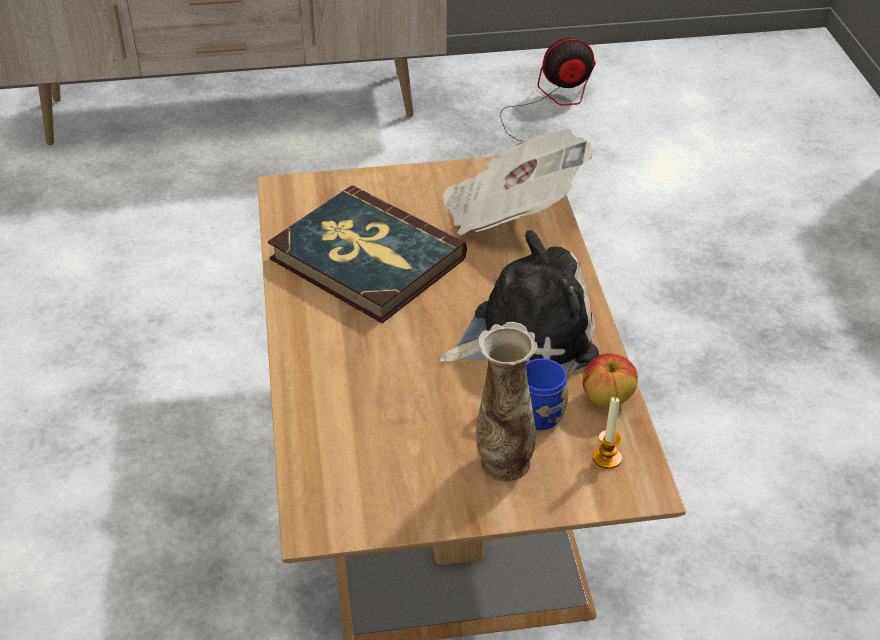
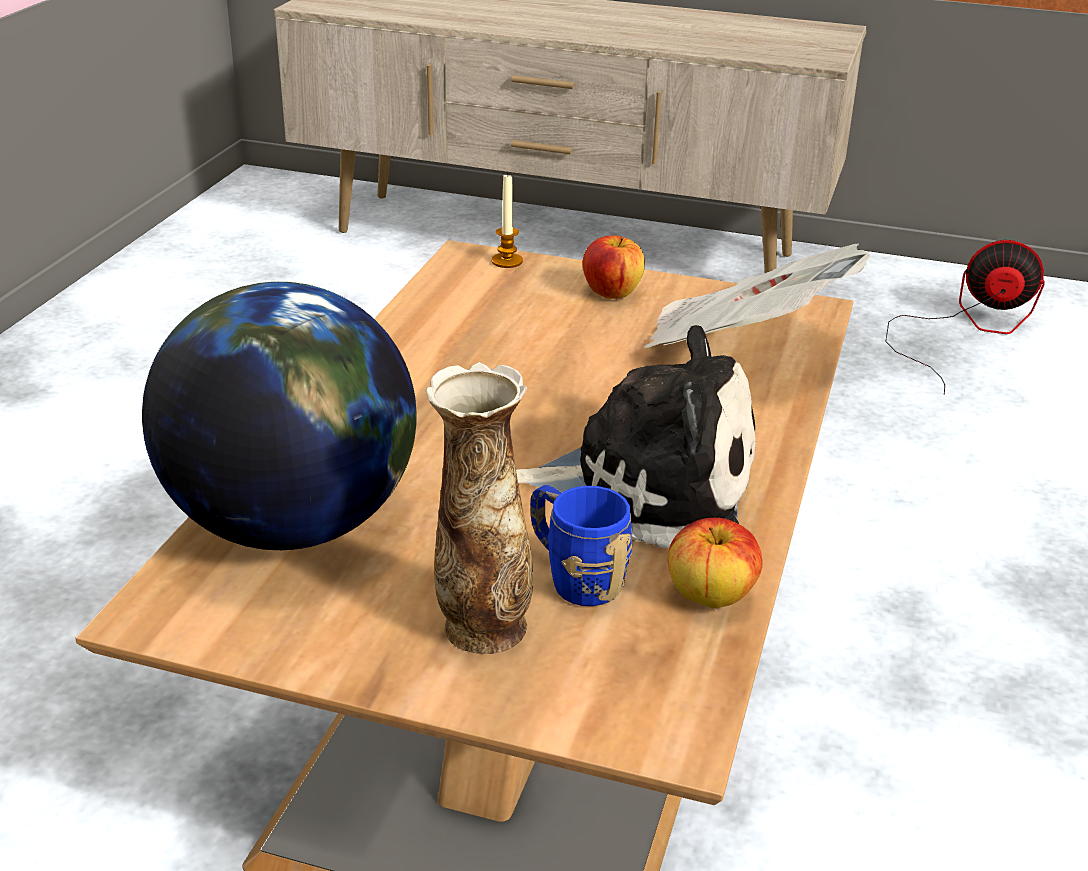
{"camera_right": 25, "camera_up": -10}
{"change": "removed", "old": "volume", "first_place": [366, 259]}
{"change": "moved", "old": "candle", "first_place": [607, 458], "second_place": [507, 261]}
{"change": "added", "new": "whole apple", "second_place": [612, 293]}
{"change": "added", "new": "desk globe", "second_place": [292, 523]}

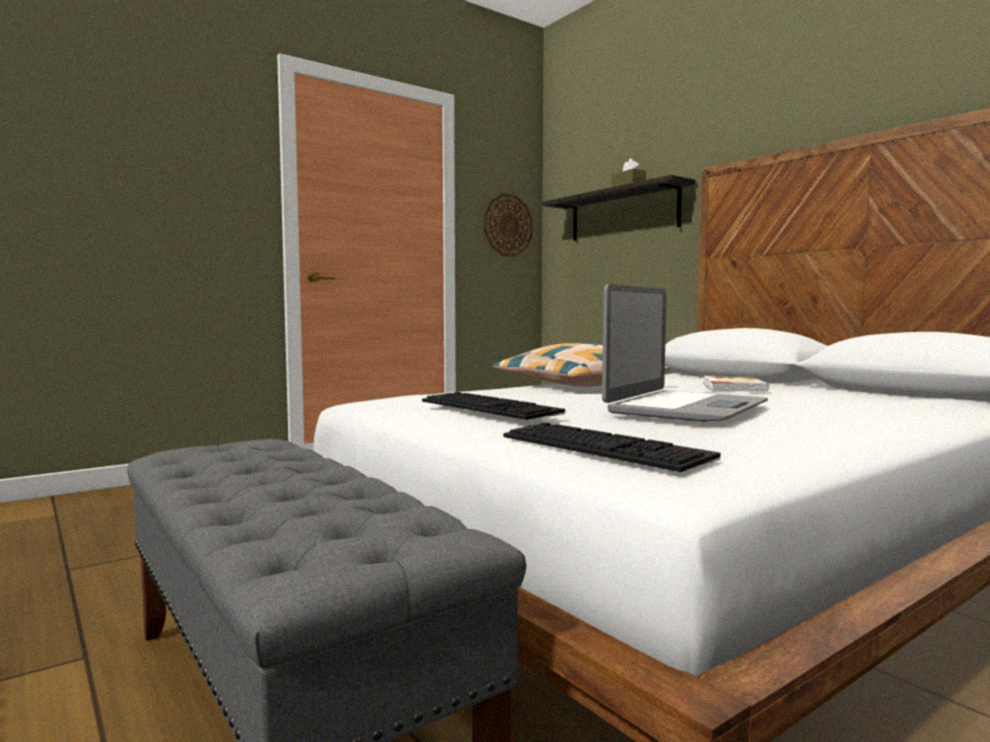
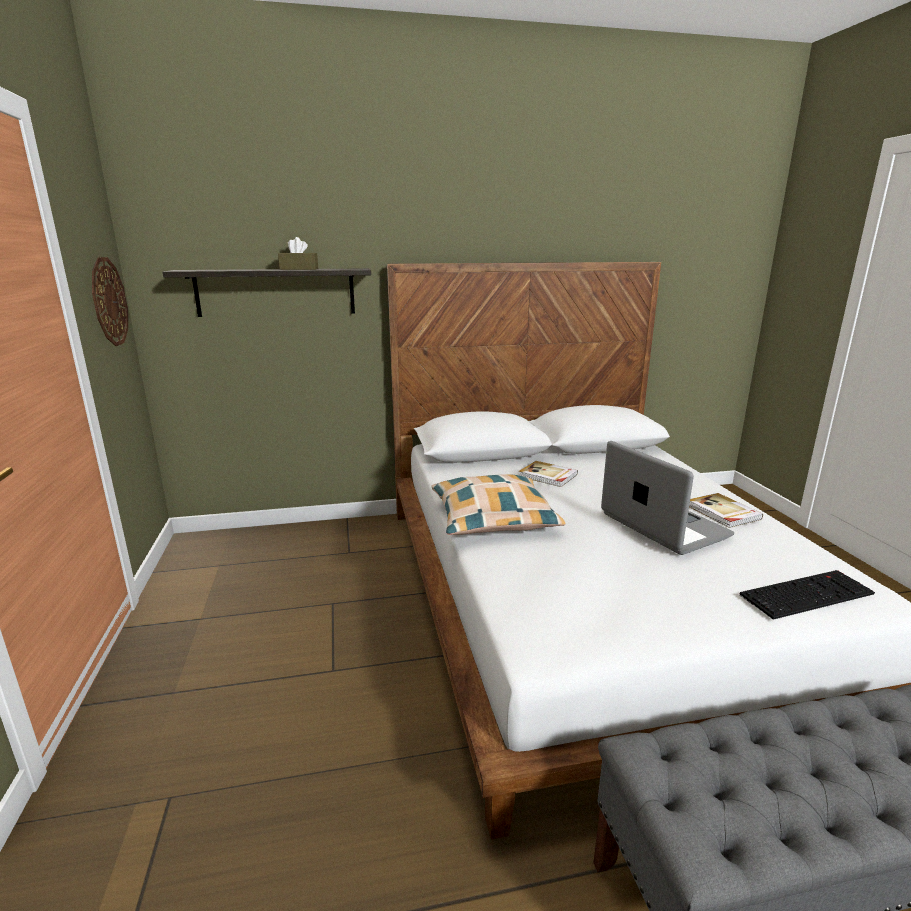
{"camera_right": -65, "camera_up": 15}
{"change": "removed", "old": "computer keyboard", "first_place": [492, 407]}
{"change": "added", "new": "volume", "second_place": [723, 512]}

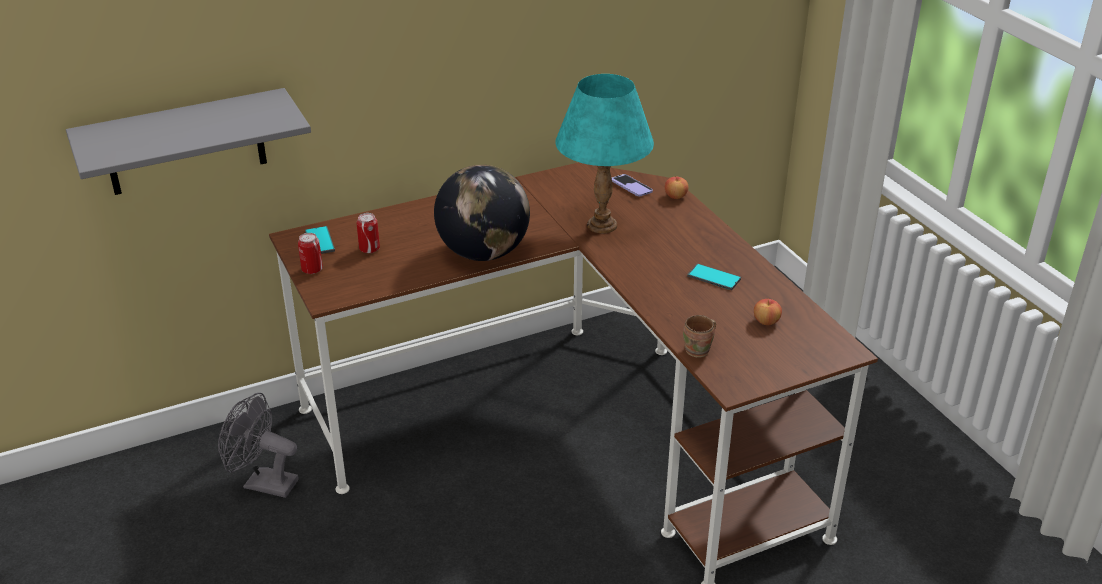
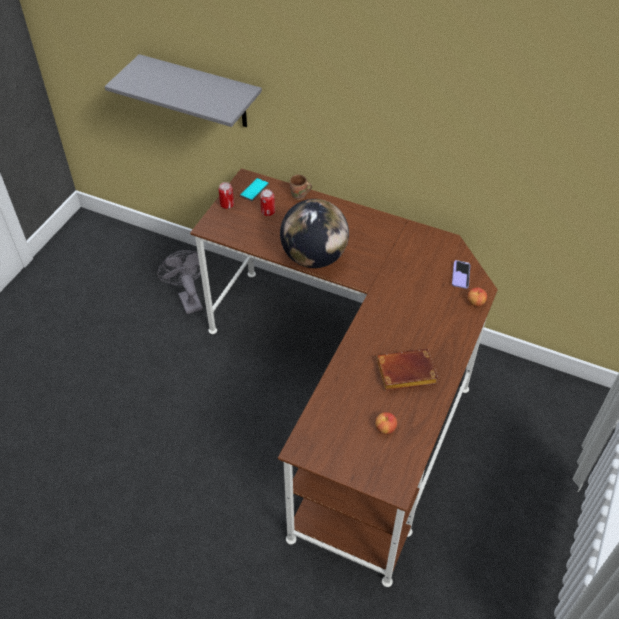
{"camera_right": 50, "camera_up": 15}
{"change": "removed", "old": "table lamp/turquoise-coloured", "first_place": [601, 225]}
{"change": "replaced", "old": "handset", "new": "volume/brown", "first_place": [714, 277], "second_place": [405, 374]}
{"change": "moved", "old": "tea mug/brown", "first_place": [699, 351], "second_place": [299, 196]}

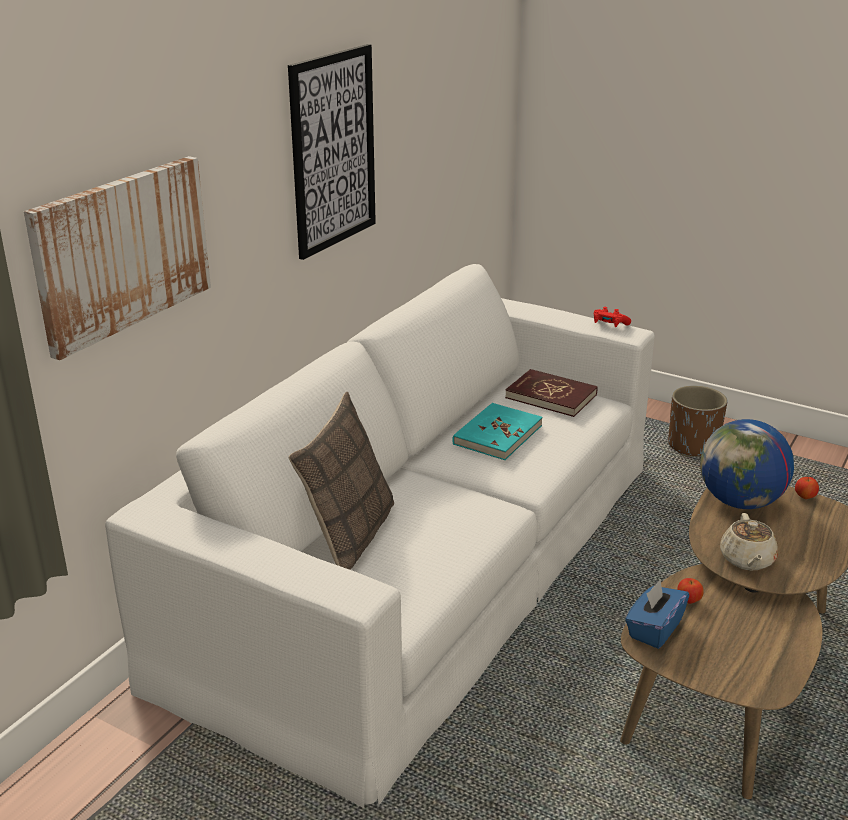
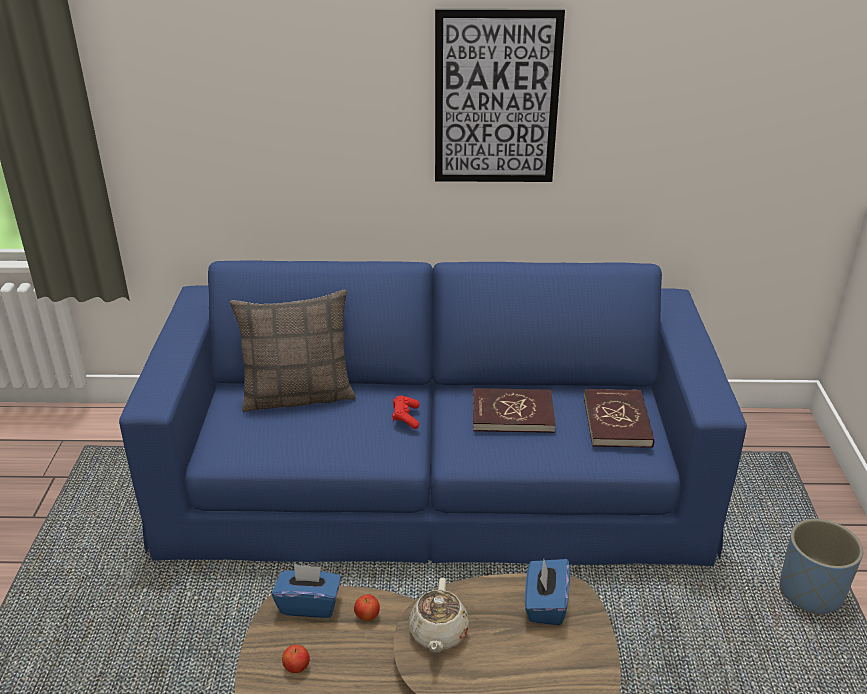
{"camera_right": 60, "camera_up": 5}
{"change": "removed", "old": "wall art", "first_place": [122, 252]}
{"change": "recoloured", "old": "settee/white", "new": "settee/blue-coloured", "first_place": [423, 562], "second_place": [434, 478]}
{"change": "moved", "old": "gamepad/reddish", "first_place": [609, 324], "second_place": [406, 417]}
{"change": "recoloured", "old": "planter/brown", "new": "planter/blue-coloured", "first_place": [693, 446], "second_place": [811, 592]}
{"change": "recoloured", "old": "volume/turquoise-coloured", "new": "volume/reddish", "first_place": [497, 435], "second_place": [512, 413]}
{"change": "replaced", "old": "desk globe", "new": "box of tissues/blue-coloured", "first_place": [740, 502], "second_place": [545, 604]}
{"change": "moved", "old": "whole apple", "first_place": [804, 497], "second_place": [296, 667]}
{"change": "turned", "old": "pot for tea/sand-coloured", "first_place": [747, 560], "second_place": [438, 633], "degrees": -60}

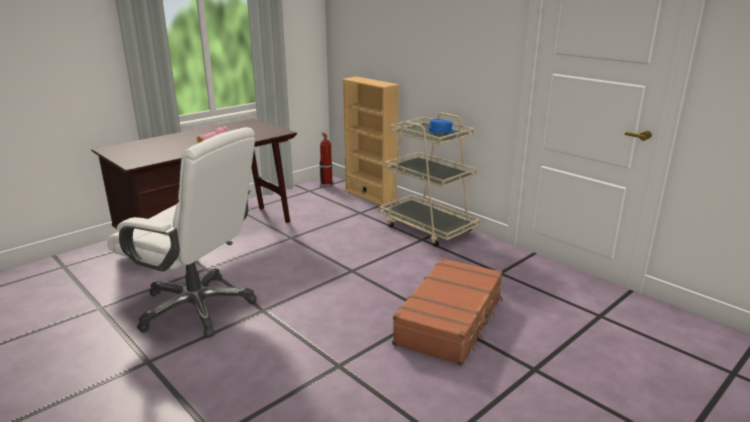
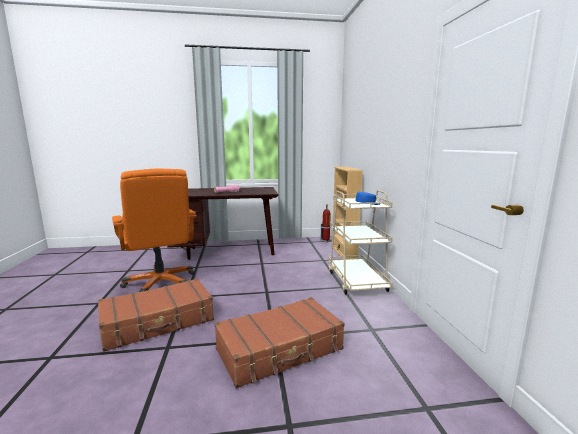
{"camera_right": 35, "camera_up": -10}
{"change": "recoloured", "old": "office chair/white", "new": "office chair/orange-coloured", "first_place": [197, 307], "second_place": [161, 284]}
{"change": "added", "new": "travel case/brown", "second_place": [158, 322]}

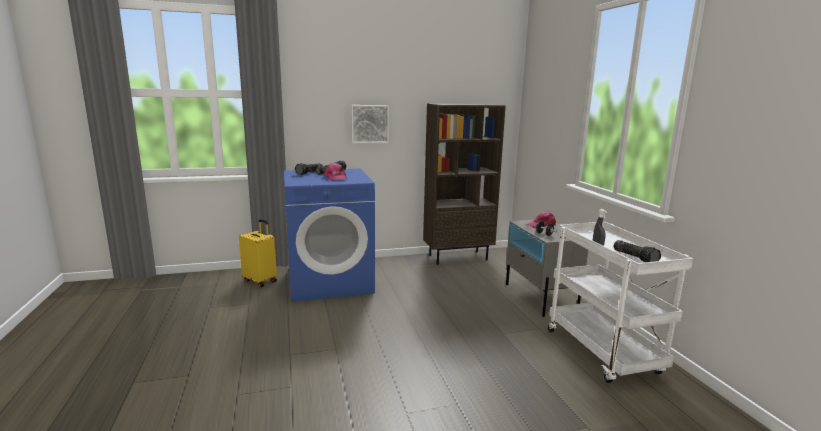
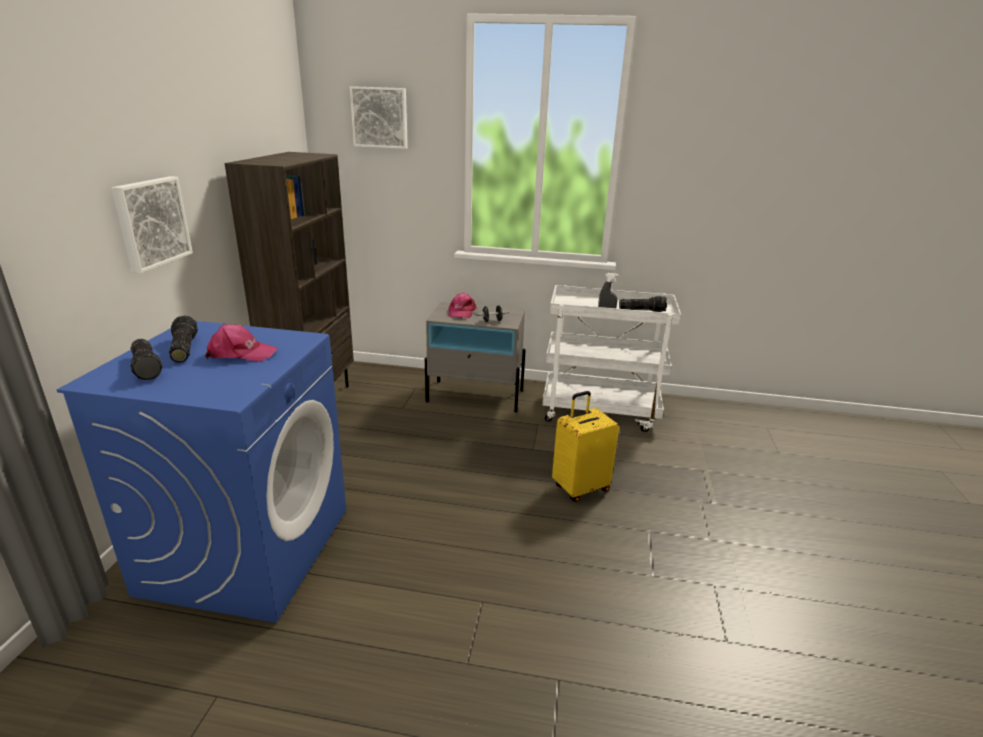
{"camera_right": -65, "camera_up": 10}
{"change": "moved", "old": "travel case/yellow", "first_place": [261, 281], "second_place": [580, 487]}
{"change": "added", "new": "wall art", "second_place": [380, 117]}

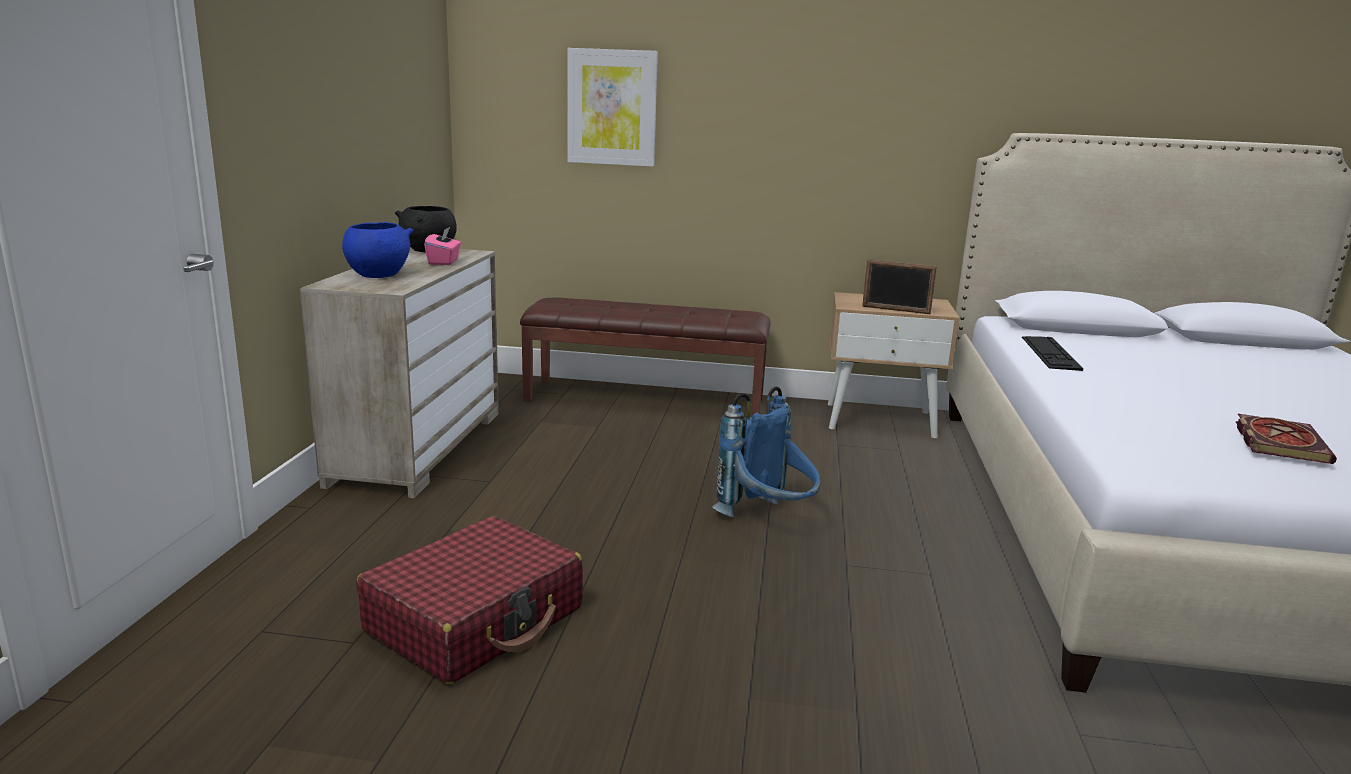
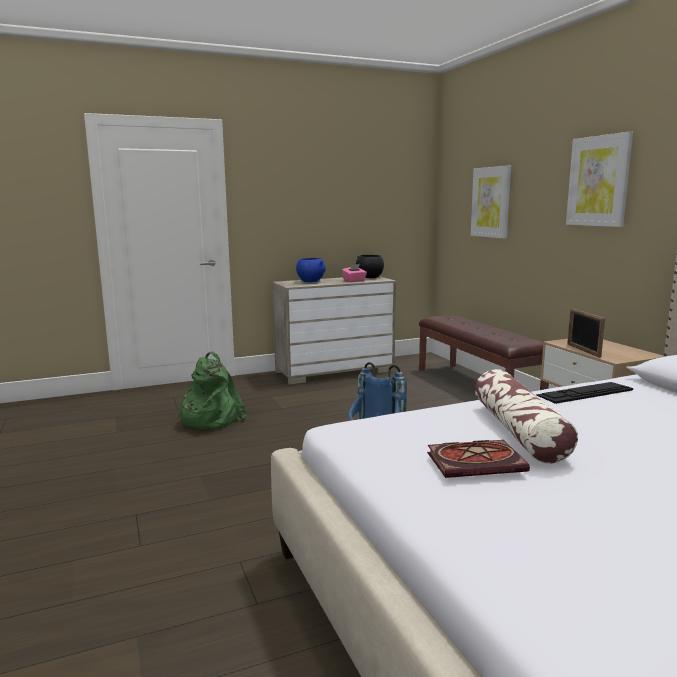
{"camera_right": 60, "camera_up": -5}
{"change": "replaced", "old": "travel case/reddish", "new": "knapsack/greenish", "first_place": [476, 620], "second_place": [209, 419]}
{"change": "added", "new": "wall art", "second_place": [598, 181]}
{"change": "added", "new": "throw pillow", "second_place": [518, 431]}

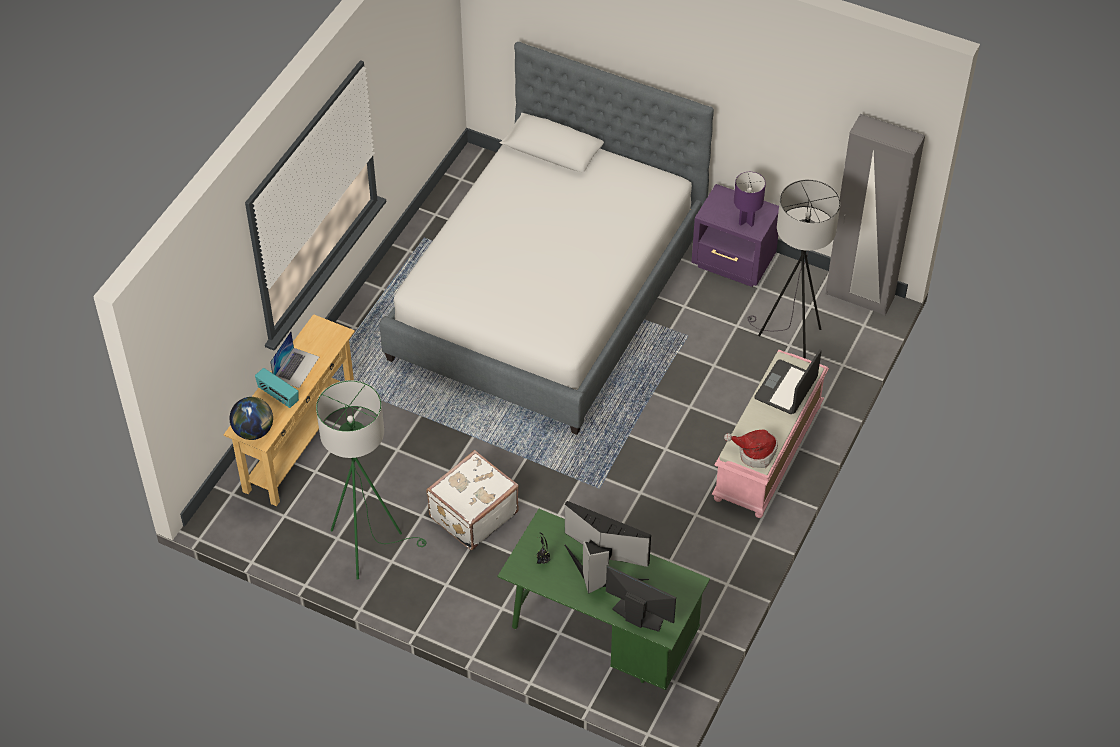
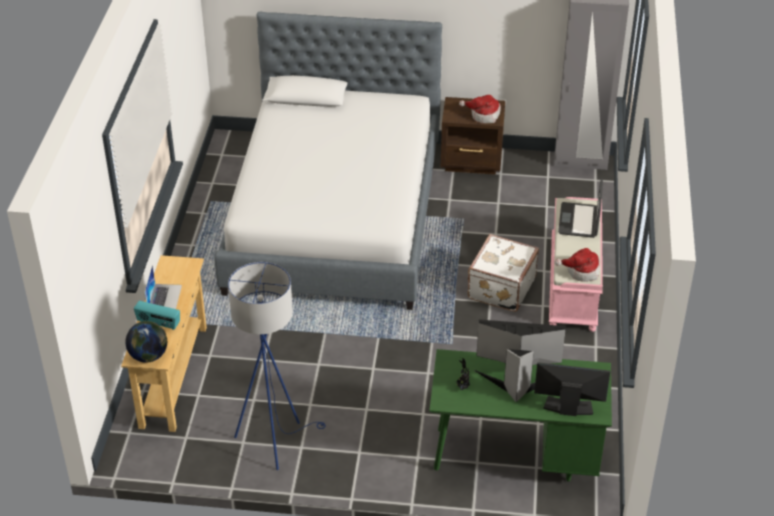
{"camera_right": -20, "camera_up": -10}
{"change": "replaced", "old": "table lamp/purplish", "new": "hat", "first_place": [746, 220], "second_place": [483, 115]}
{"change": "removed", "old": "standing lamp/greyish", "first_place": [789, 345]}
{"change": "recoloured", "old": "night table/purplish", "new": "night table/brown", "first_place": [734, 263], "second_place": [472, 162]}
{"change": "recoloured", "old": "standing lamp/greenish", "new": "standing lamp/blue-coloured", "first_place": [368, 545], "second_place": [274, 440]}
{"change": "moved", "old": "travel case/white", "first_place": [472, 514], "second_place": [500, 288]}

